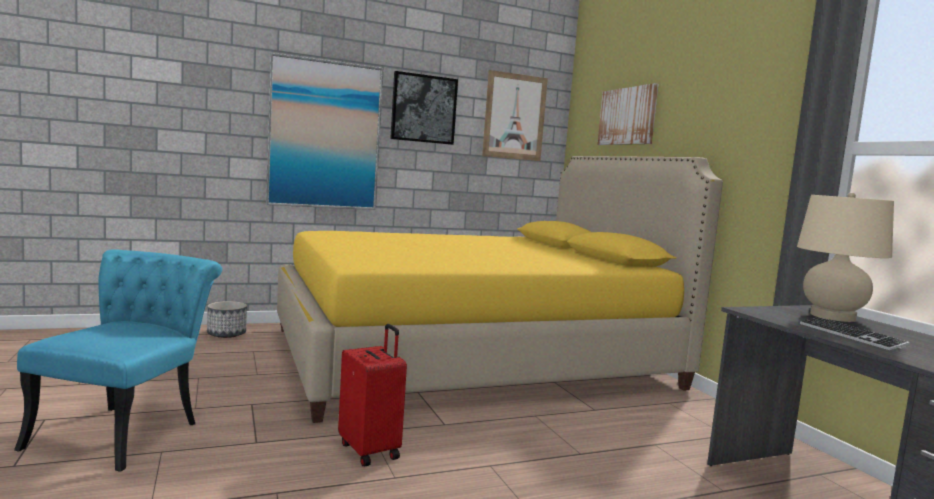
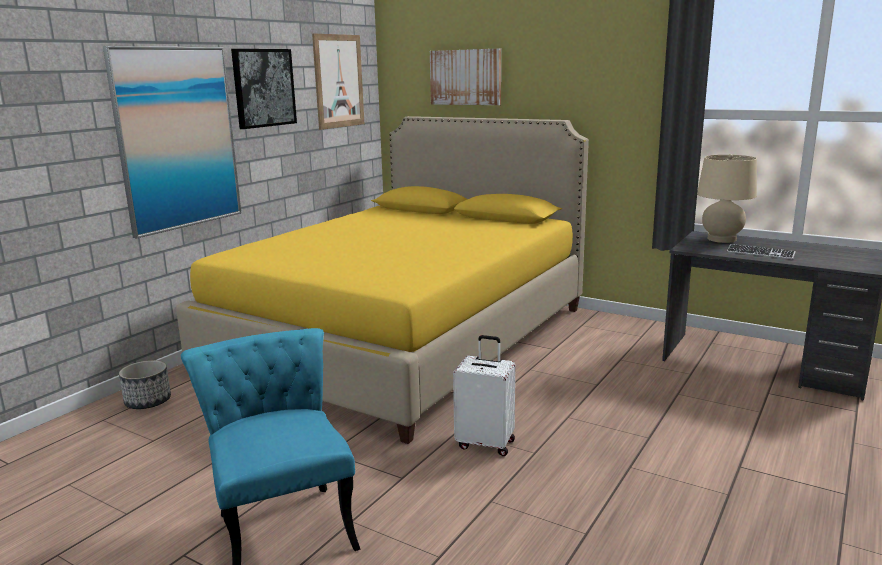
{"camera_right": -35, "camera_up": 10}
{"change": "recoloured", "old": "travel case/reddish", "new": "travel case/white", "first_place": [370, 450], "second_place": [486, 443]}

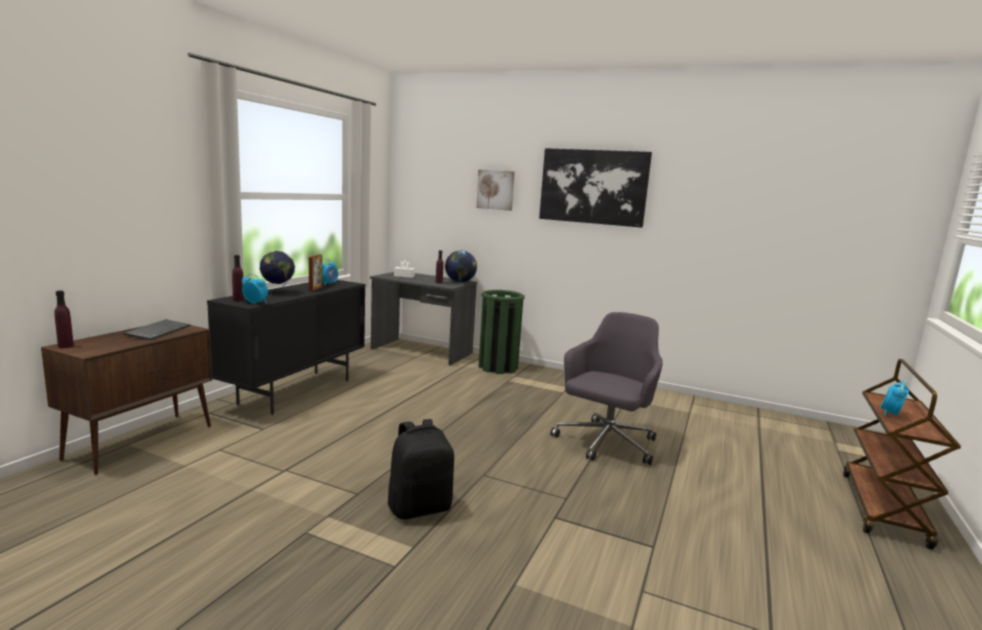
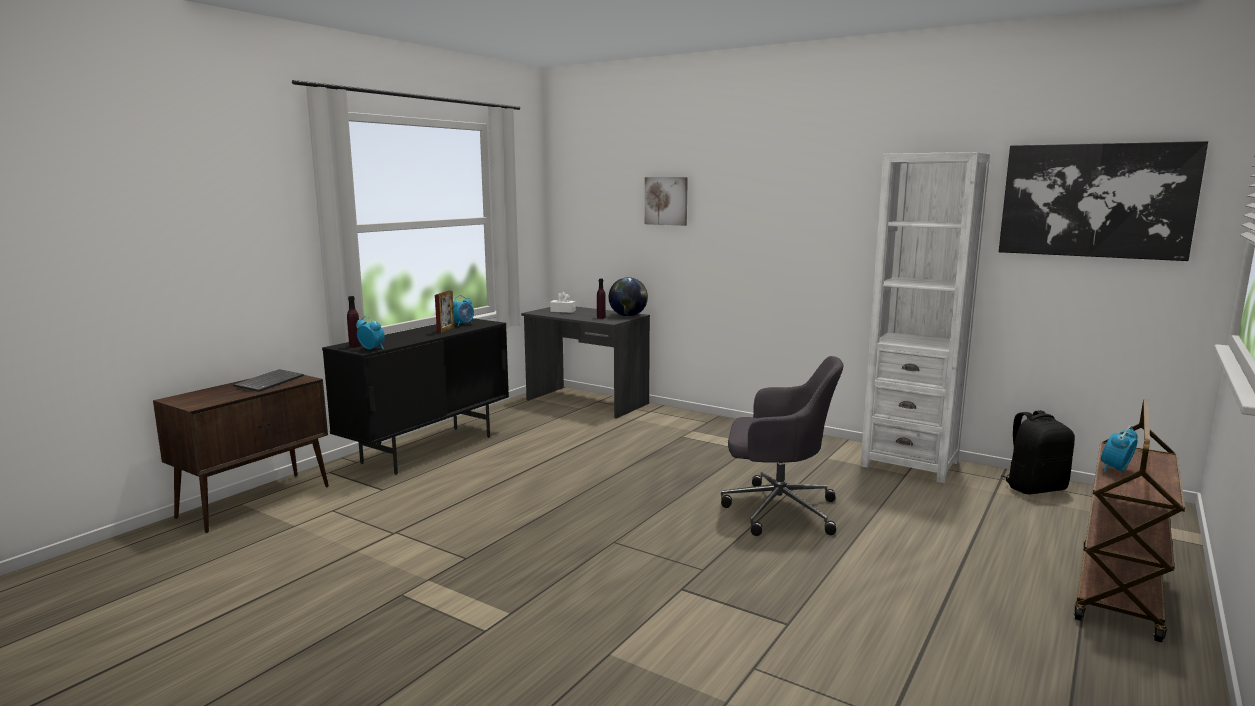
{"camera_right": 10, "camera_up": 0}
{"change": "moved", "old": "wall art", "first_place": [593, 187], "second_place": [1095, 200]}
{"change": "removed", "old": "desk globe", "first_place": [277, 292]}
{"change": "removed", "old": "beverage bottle/purplish", "first_place": [65, 346]}
{"change": "removed", "old": "waste bin/greenish", "first_place": [498, 367]}
{"change": "turned", "old": "office chair/greyish", "first_place": [605, 443], "second_place": [777, 510], "degrees": 60}
{"change": "moved", "old": "knapsack/blackish", "first_place": [420, 507], "second_place": [1034, 488]}
{"change": "added", "new": "bookcase/white", "second_place": [909, 464]}

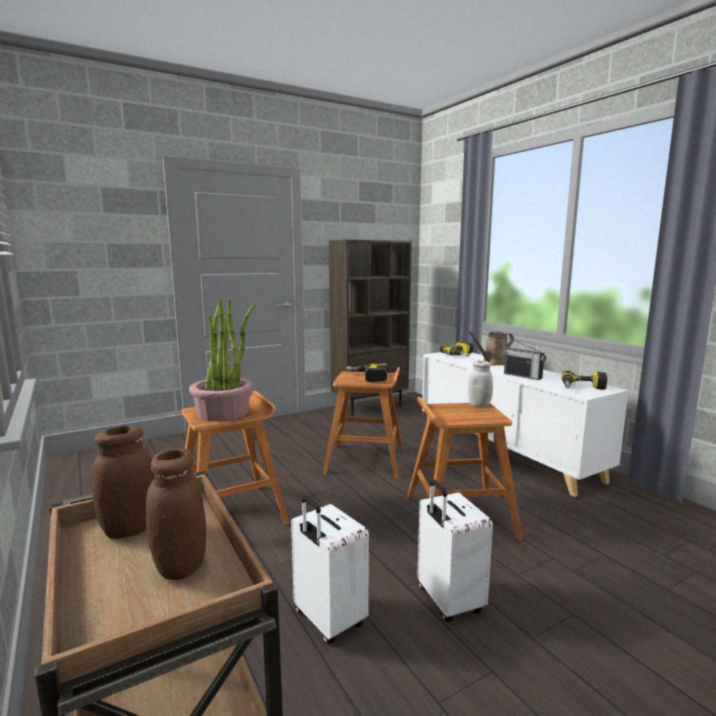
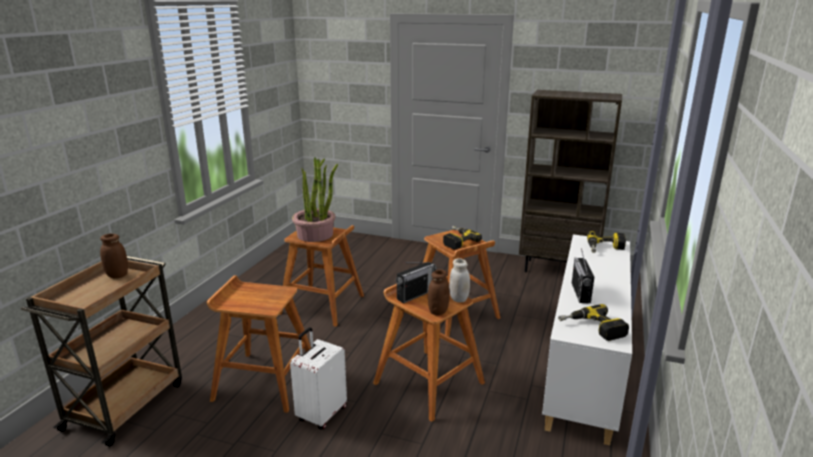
{"camera_right": 50, "camera_up": 10}
{"change": "removed", "old": "watering pot/brown", "first_place": [493, 363]}
{"change": "moved", "old": "jar/brown", "first_place": [180, 566], "second_place": [438, 311]}
{"change": "replaced", "old": "travel case/white", "new": "stool/brown", "first_place": [327, 620], "second_place": [264, 381]}
{"change": "added", "new": "radio", "second_place": [415, 295]}

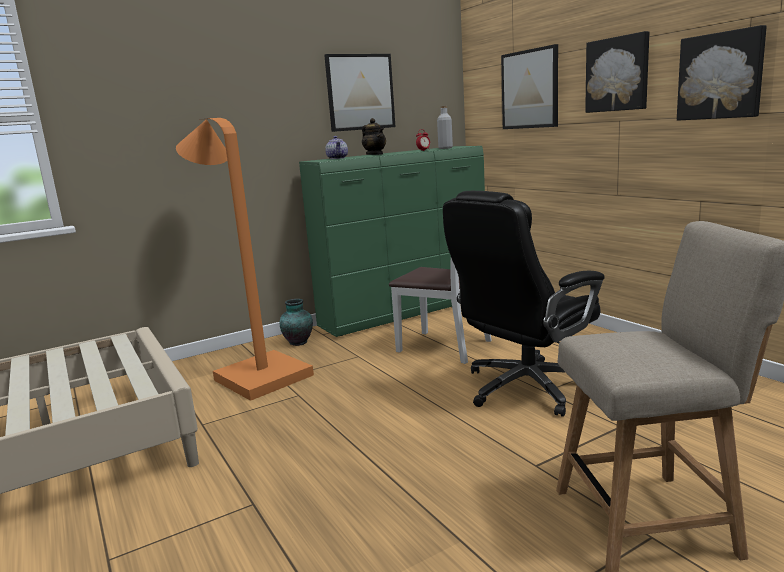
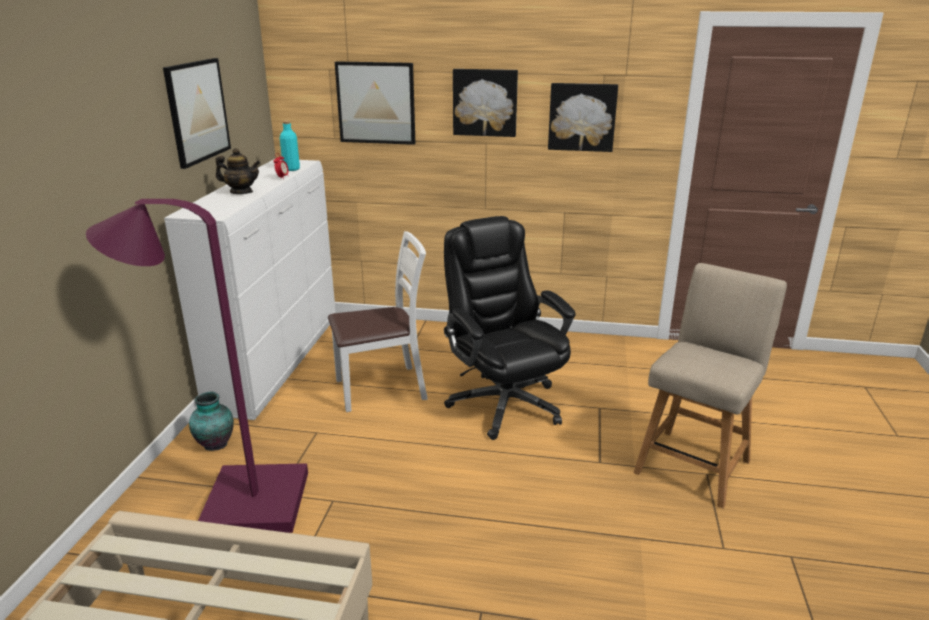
{"camera_right": -50, "camera_up": 10}
{"change": "recoloured", "old": "beverage bottle/greyish", "new": "beverage bottle/turquoise-coloured", "first_place": [445, 148], "second_place": [291, 169]}
{"change": "recoloured", "old": "standing lamp/orange-coloured", "new": "standing lamp/purplish", "first_place": [256, 374], "second_place": [238, 502]}
{"change": "removed", "old": "pot for tea", "first_place": [337, 158]}
{"change": "recoloured", "old": "chest of drawers/greenish", "new": "chest of drawers/white", "first_place": [407, 313], "second_place": [279, 362]}
{"change": "turned", "old": "office chair/blackish", "first_place": [525, 388], "second_place": [504, 403], "degrees": 150}

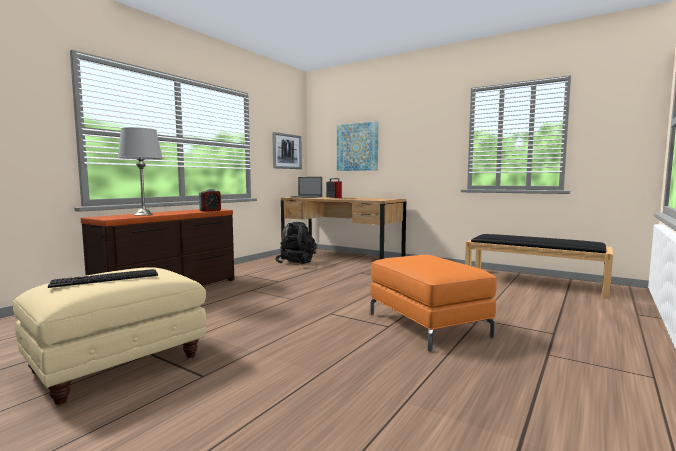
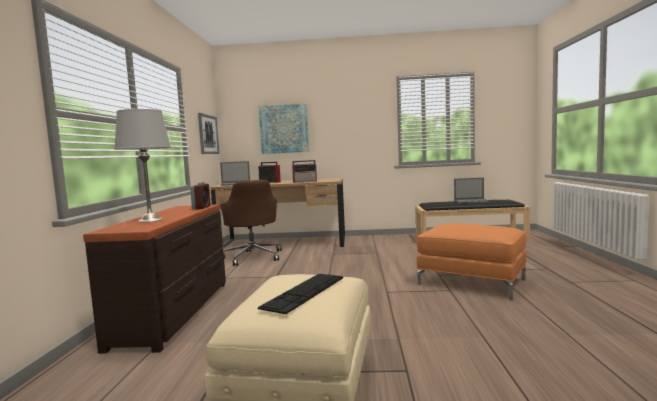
{"camera_right": -30, "camera_up": 0}
{"change": "replaced", "old": "knapsack/blackish", "new": "office chair/brown", "first_place": [296, 263], "second_place": [253, 256]}
{"change": "added", "new": "radio", "second_place": [305, 182]}
{"change": "added", "new": "notebook computer", "second_place": [471, 201]}

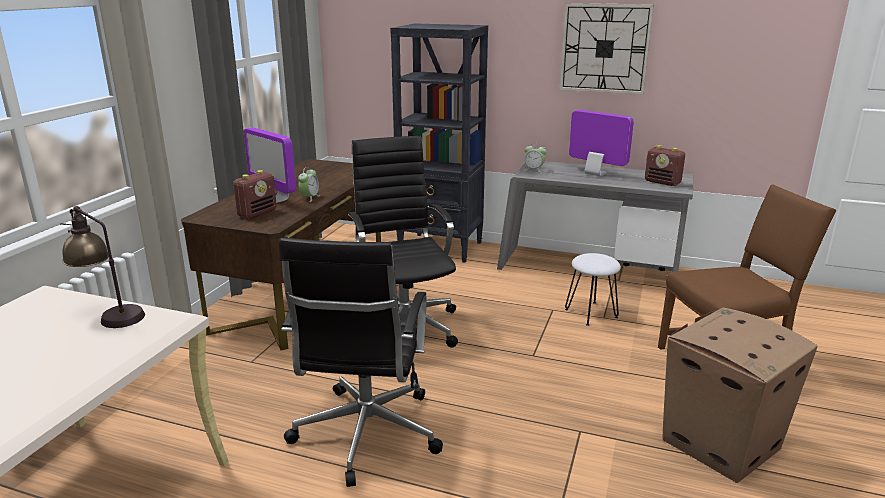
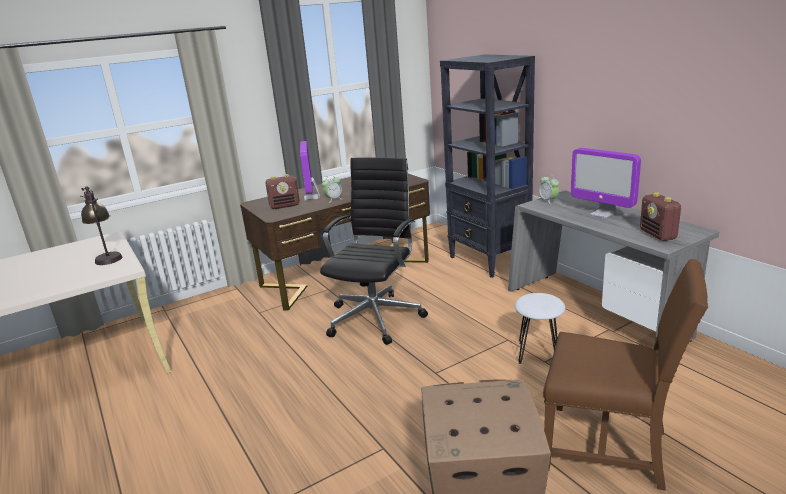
{"camera_right": 40, "camera_up": 0}
{"change": "removed", "old": "wall clock", "first_place": [604, 48]}
{"change": "turned", "old": "monitor", "first_place": [595, 173], "second_place": [602, 214], "degrees": 150}
{"change": "removed", "old": "office chair/blackish", "first_place": [365, 435]}

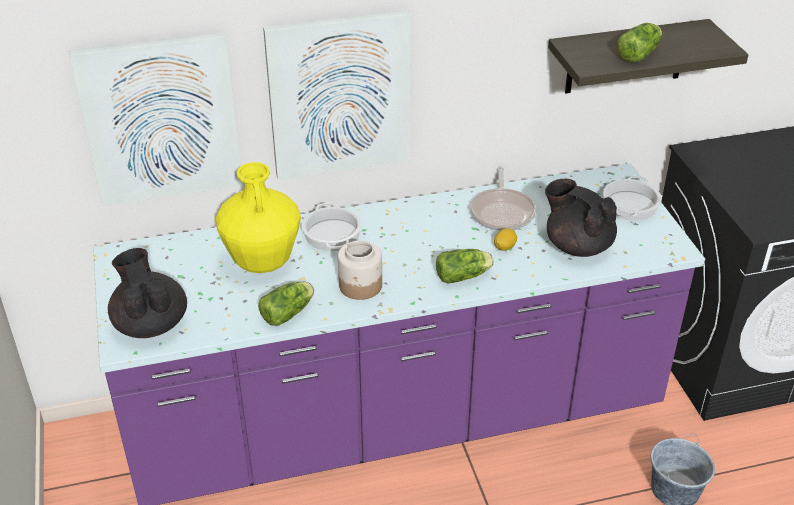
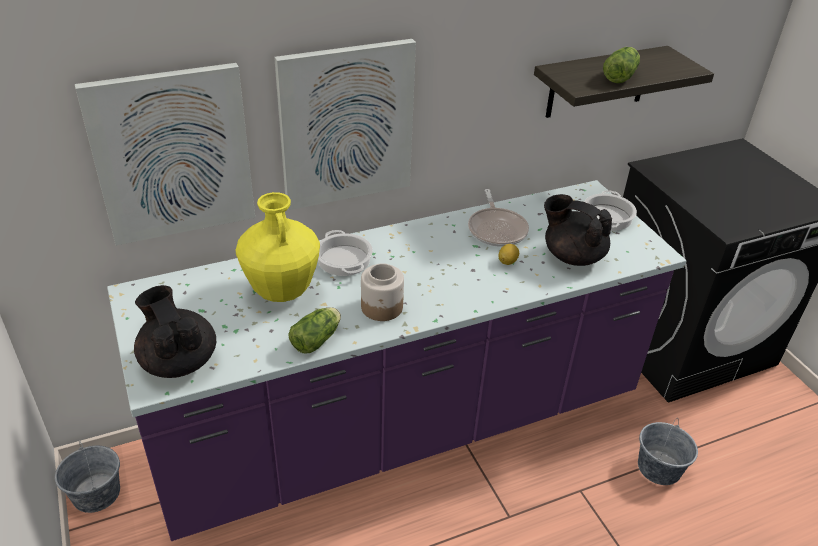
{"camera_right": -10, "camera_up": 0}
{"change": "removed", "old": "head of lettuce", "first_place": [464, 276]}
{"change": "added", "new": "bucket/greyish", "second_place": [96, 493]}

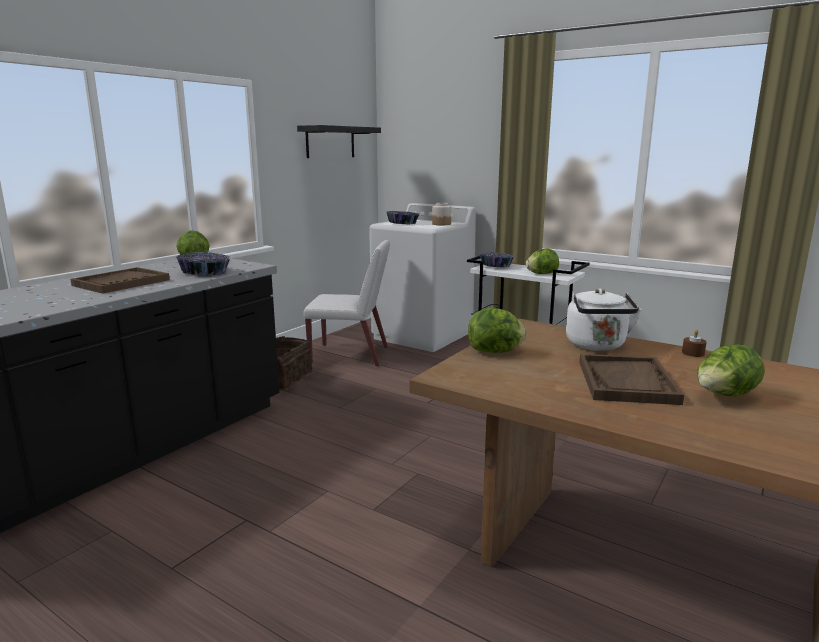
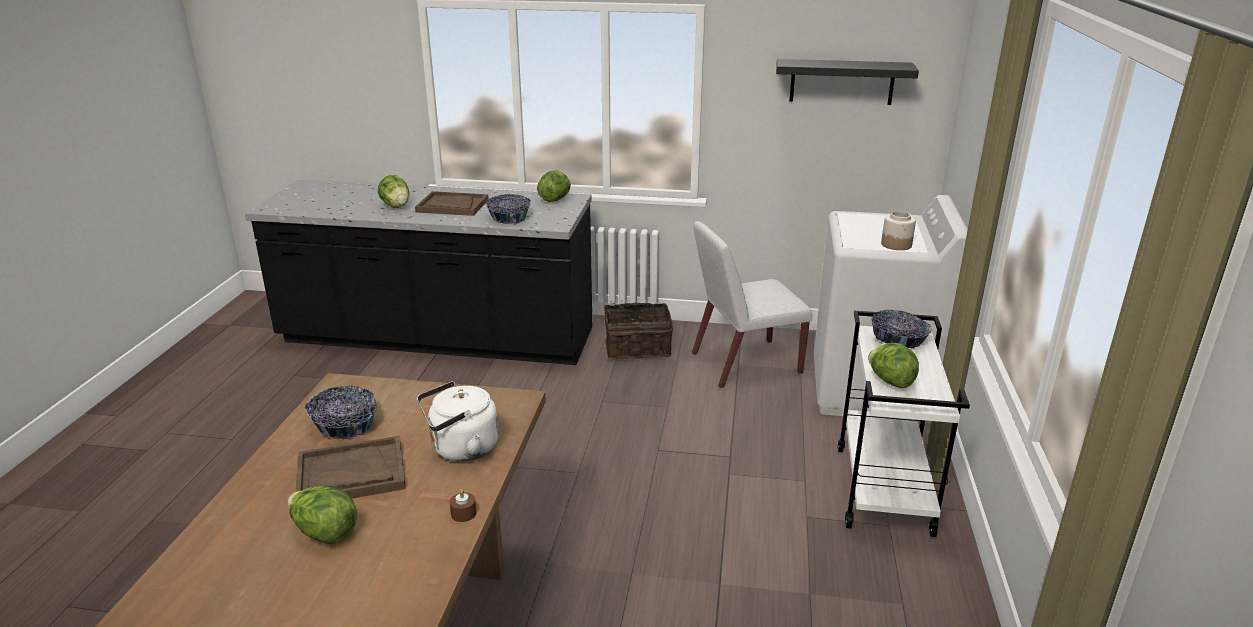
{"camera_right": 65, "camera_up": 10}
{"change": "moved", "old": "bowl", "first_place": [402, 223], "second_place": [344, 425]}
{"change": "turned", "old": "chair/white", "first_place": [351, 355], "second_place": [744, 364], "degrees": 90}
{"change": "moved", "old": "head of lettuce", "first_place": [495, 352], "second_place": [396, 206]}

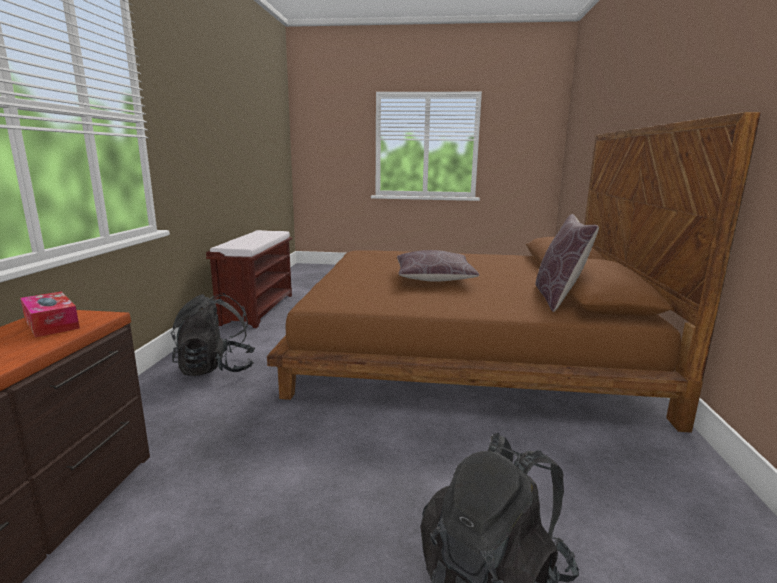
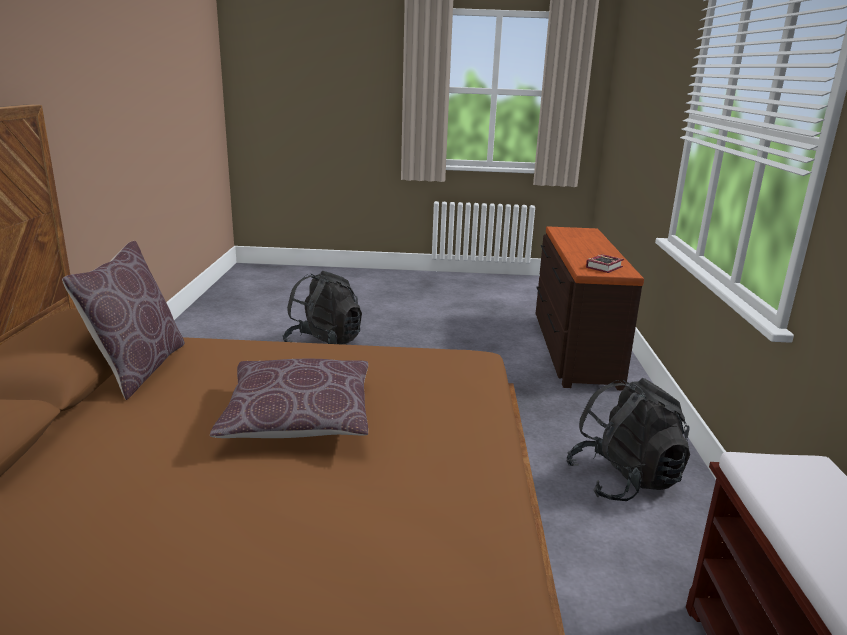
{"camera_right": 175, "camera_up": 5}
{"change": "replaced", "old": "box of tissues", "new": "volume", "first_place": [51, 323], "second_place": [605, 267]}

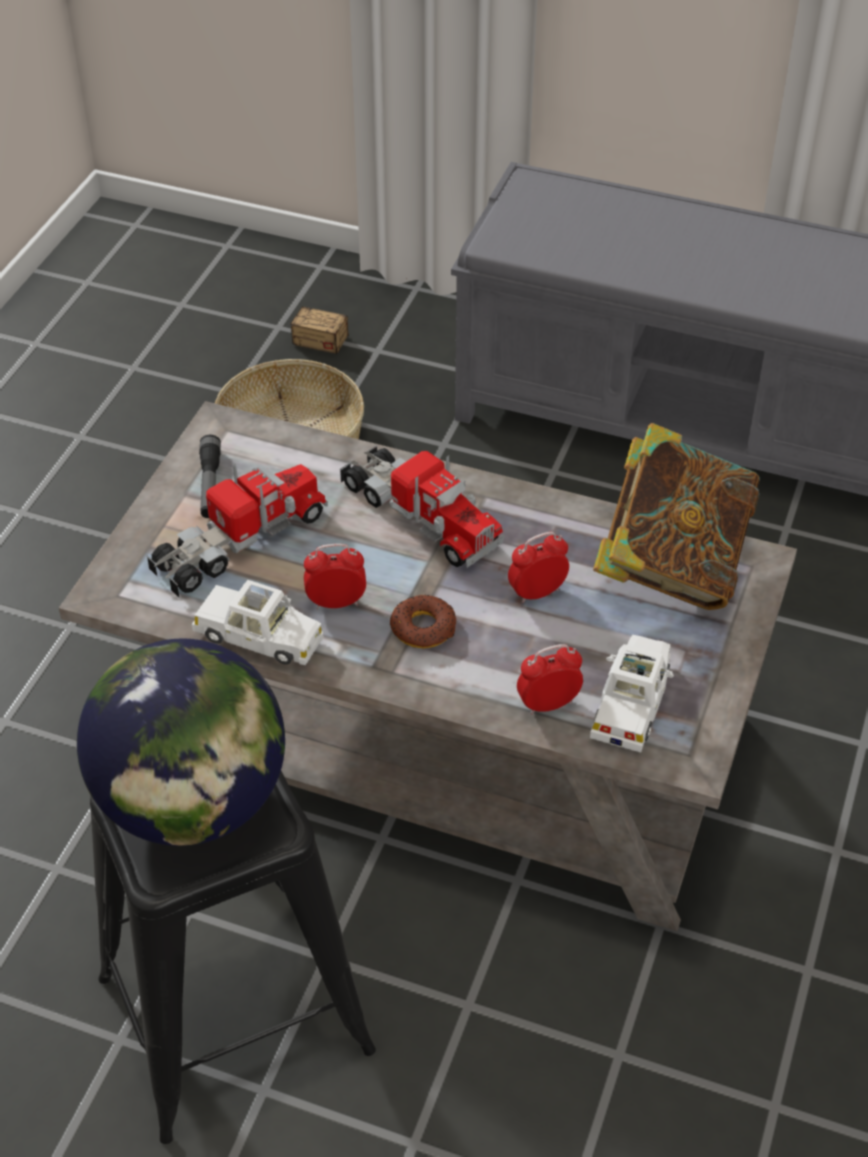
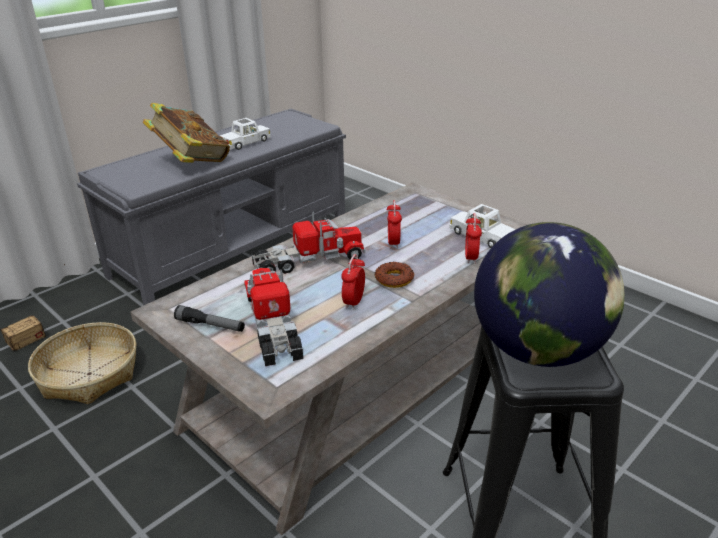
{"camera_right": -65, "camera_up": -15}
{"change": "moved", "old": "volume", "first_place": [671, 564], "second_place": [191, 162]}
{"change": "moved", "old": "toy car/white", "first_place": [259, 636], "second_place": [246, 143]}

